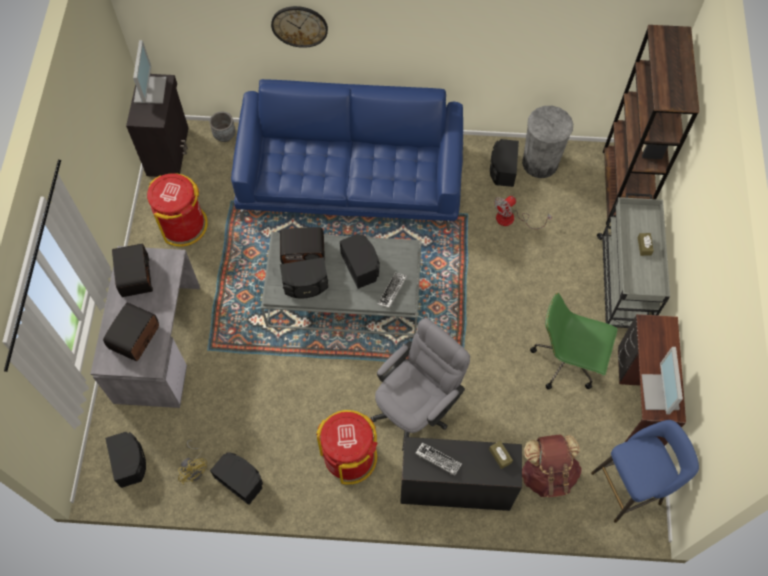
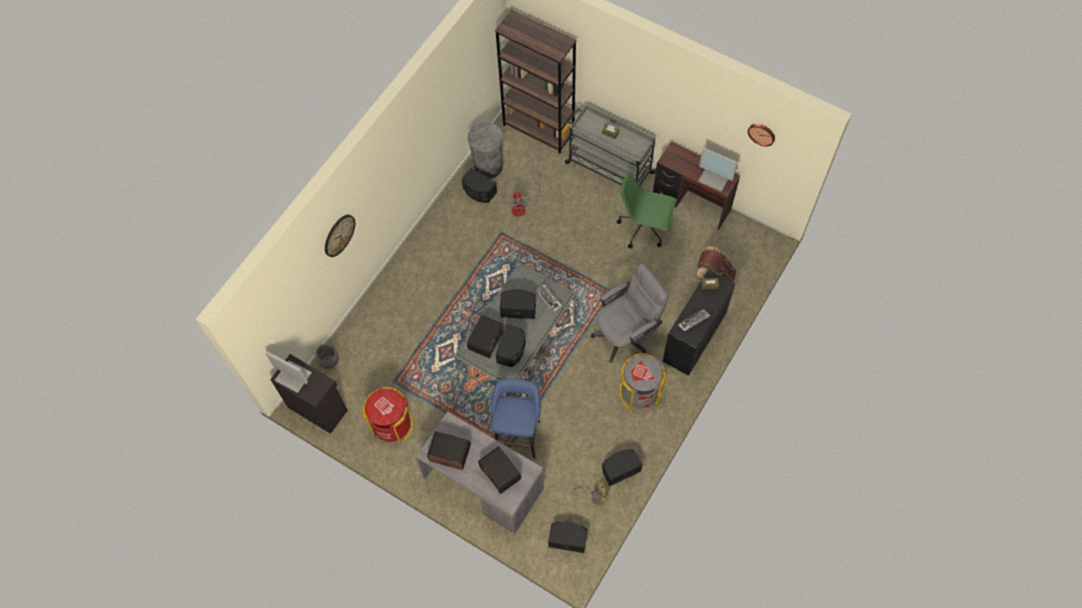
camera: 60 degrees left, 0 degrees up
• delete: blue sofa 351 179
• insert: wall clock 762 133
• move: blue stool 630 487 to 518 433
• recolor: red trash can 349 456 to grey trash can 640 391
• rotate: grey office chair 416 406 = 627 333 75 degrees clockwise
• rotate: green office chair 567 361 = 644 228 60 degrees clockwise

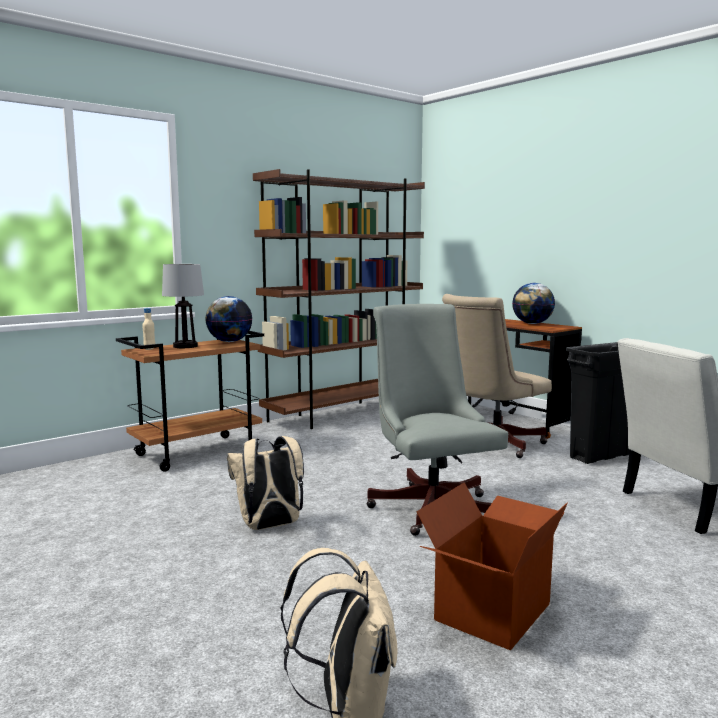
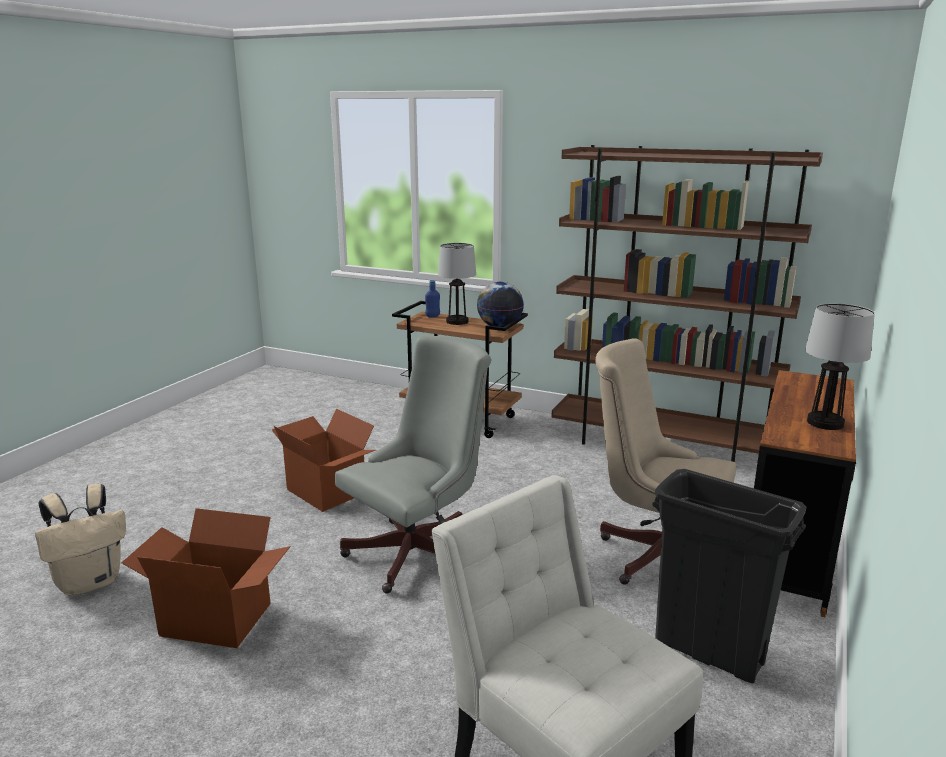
camera: 65 degrees right, 10 degrees up
• replace: beige backpack 269 526 to cardboard box 327 491
• replace: globe 532 323 to table lamp 824 423
• recolor: beige bottle 149 349 to blue bottle 432 316

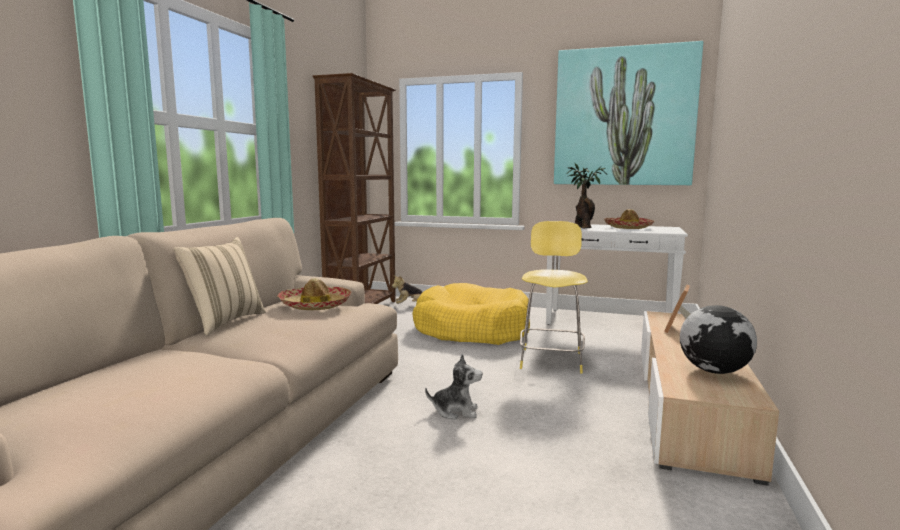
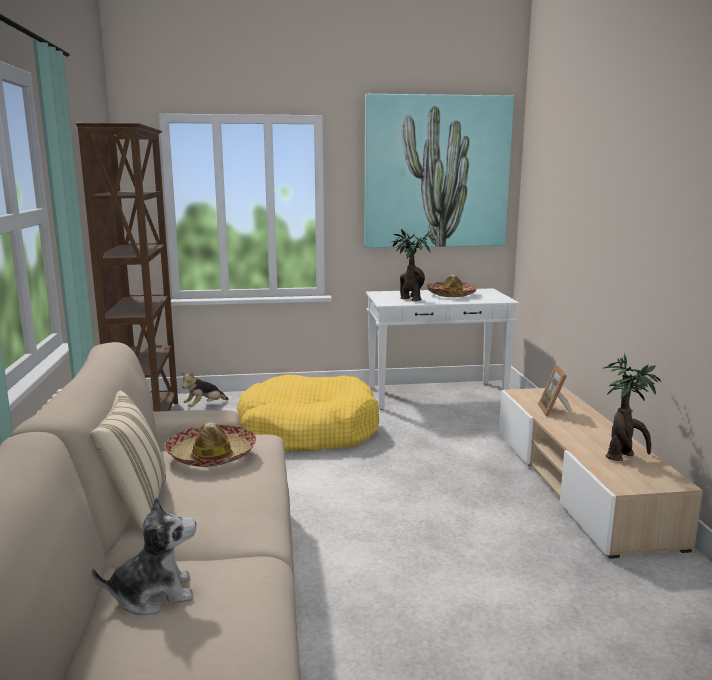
camera: 25 degrees left, 5 degrees up
• delete: yellow stool 551 359
• move: plush toy 455 411 to 153 594
• replace: globe 714 371 to potted plant 624 456

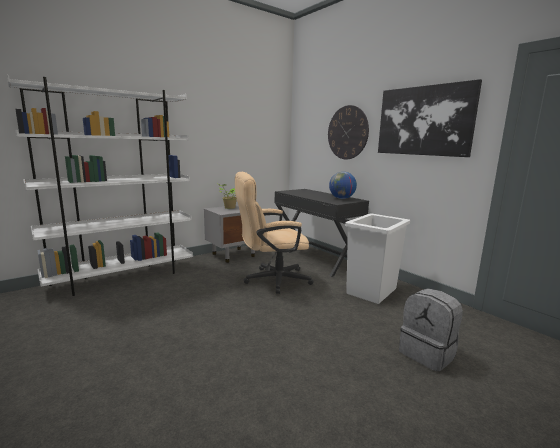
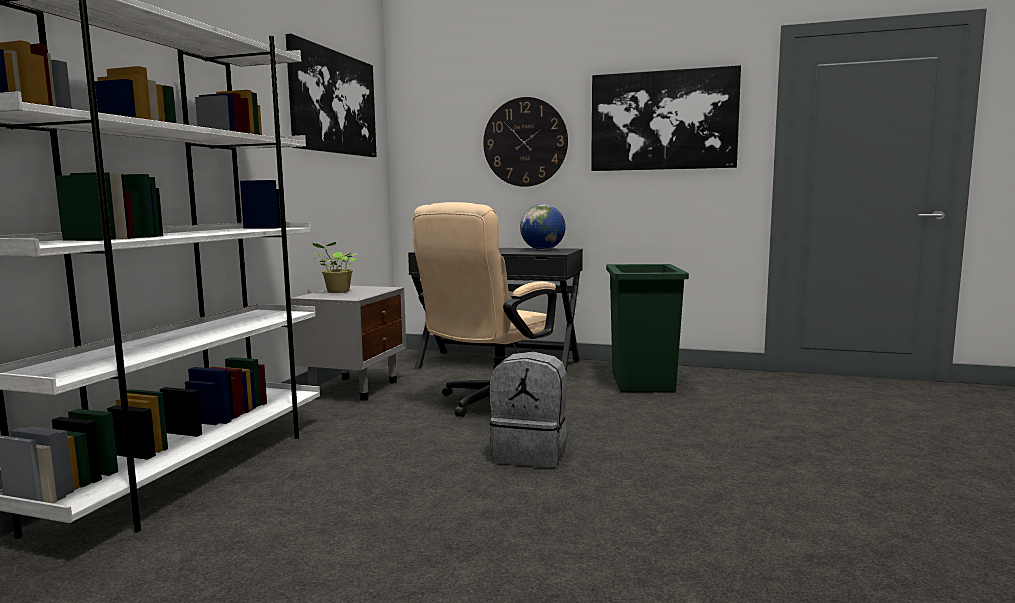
camera: 35 degrees left, 5 degrees down
• insert: picture 333 102
• move: grey backpack 428 354 to 531 453
• recolor: white trash can 372 291 to green trash can 643 381

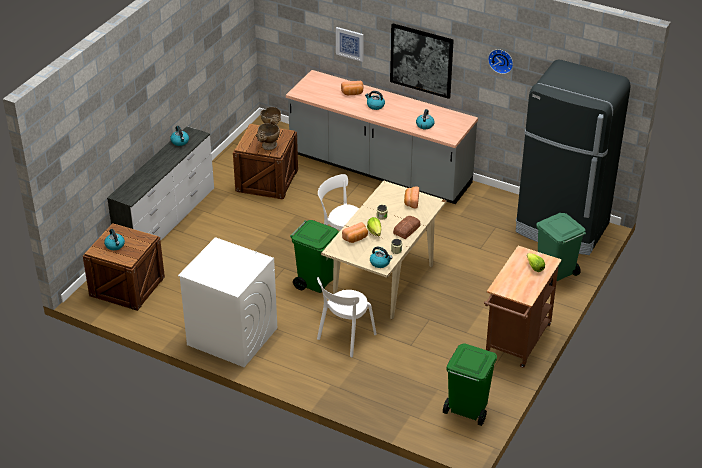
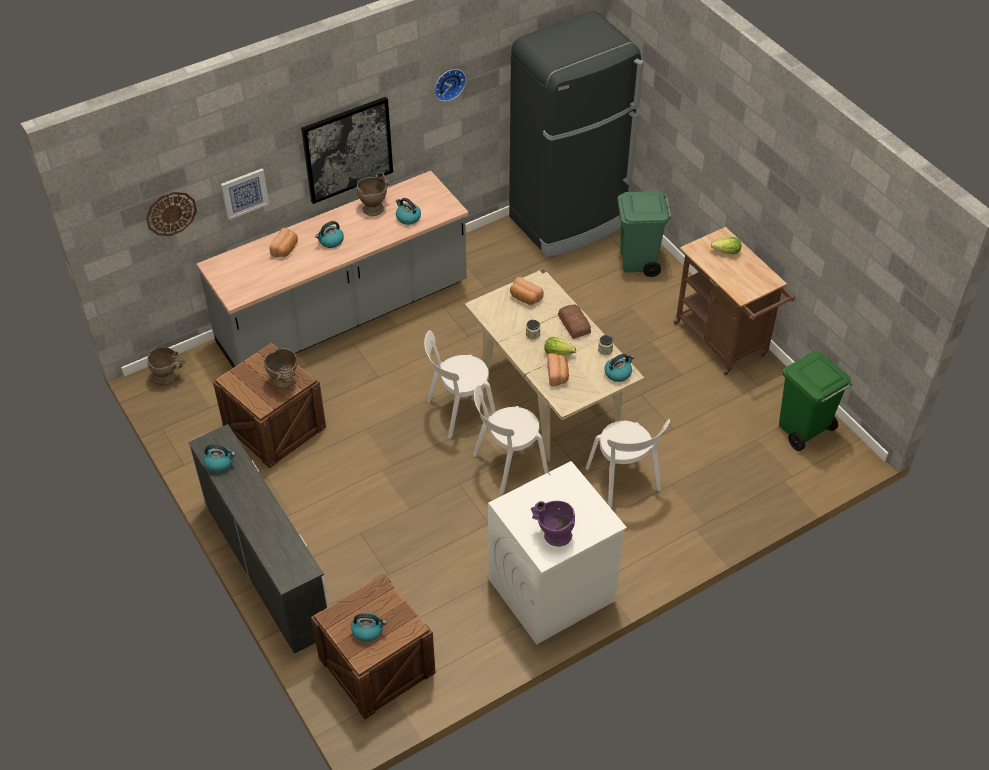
camera: 60 degrees left, 10 degrees up
• insert: wall clock 171 213
• insert: beige vase 375 207
• insert: purple vase 552 535
• replace: green trash can 316 282 to white chair 507 464

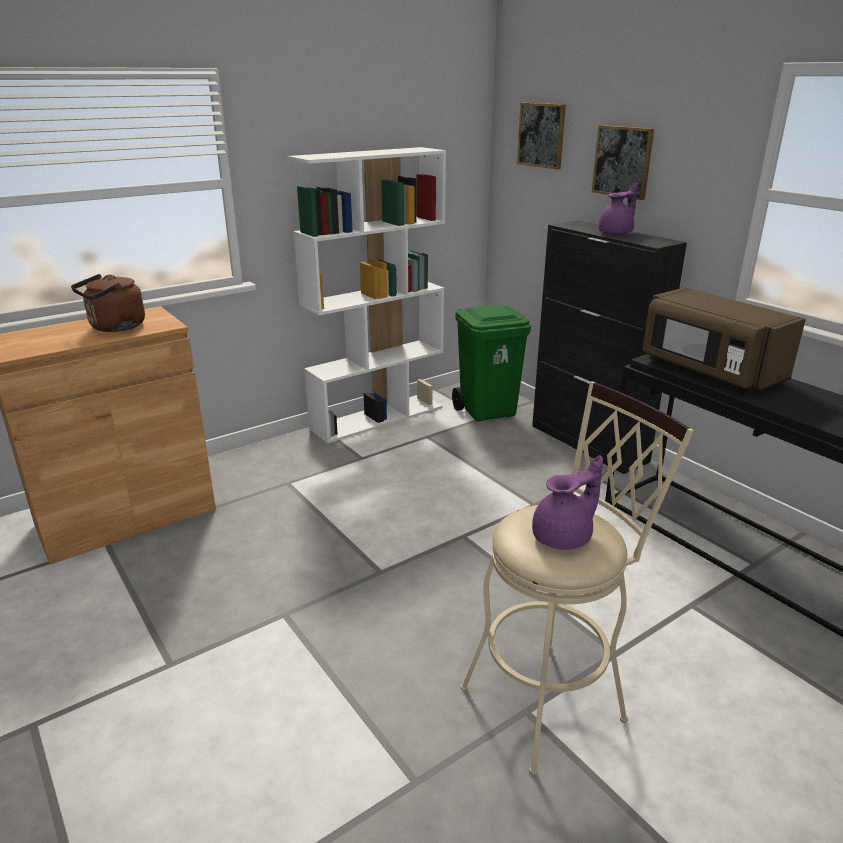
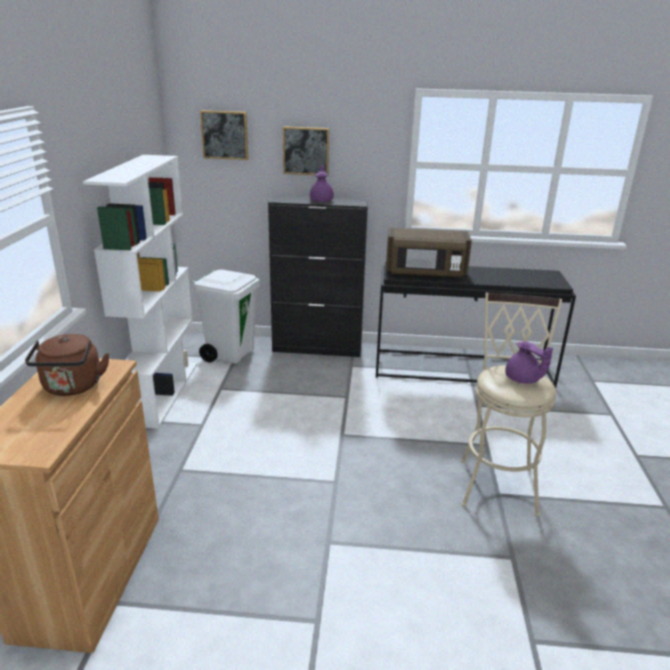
camera: 50 degrees left, 0 degrees up
• recolor: green trash can 488 411 to white trash can 230 354
• rotate: purple teapot 564 537 = 523 380 135 degrees clockwise

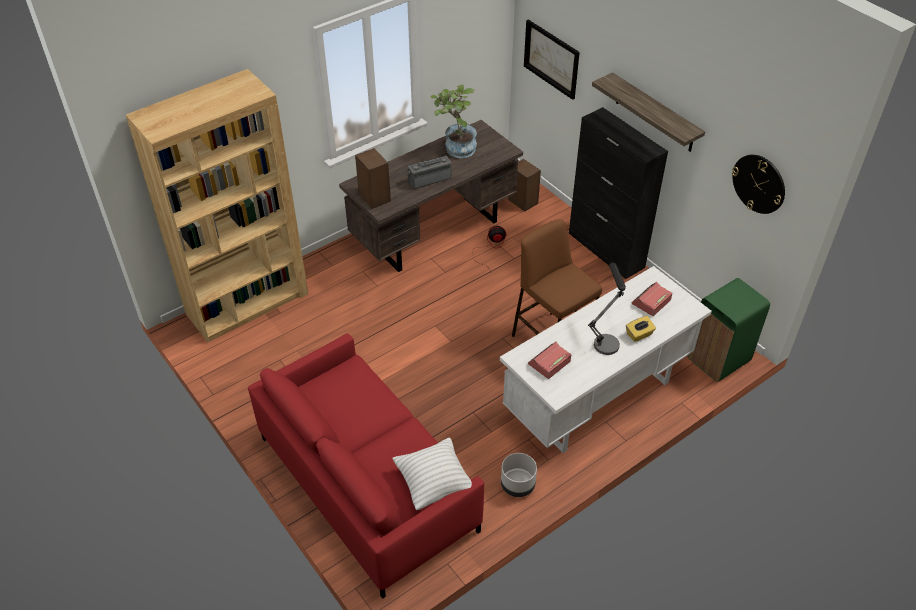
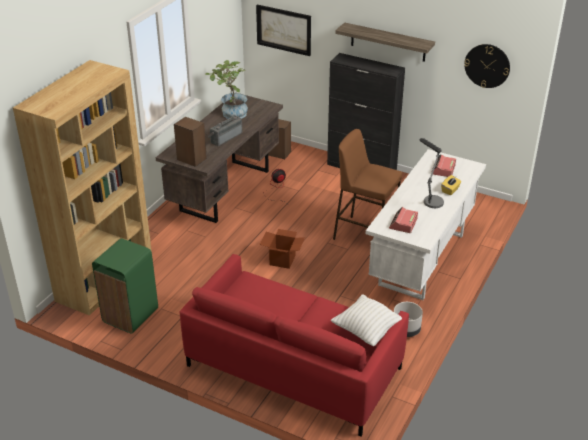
camera: 25 degrees left, 10 degrees down
• insert: cardboard box 282 260
• move: green trash can 717 359 to 130 315

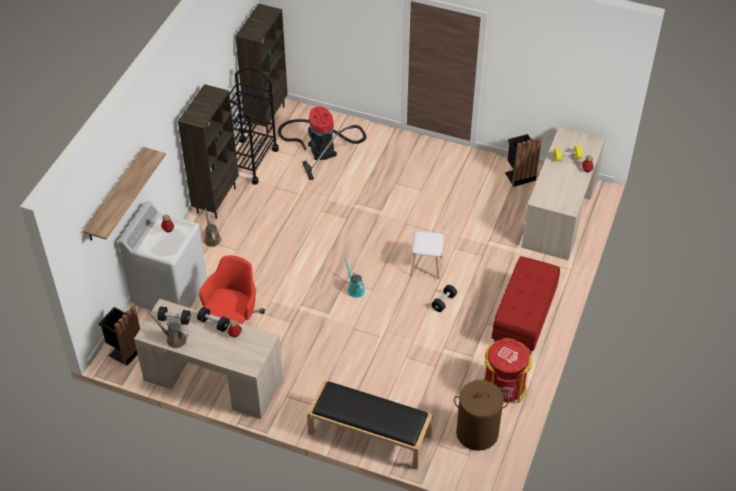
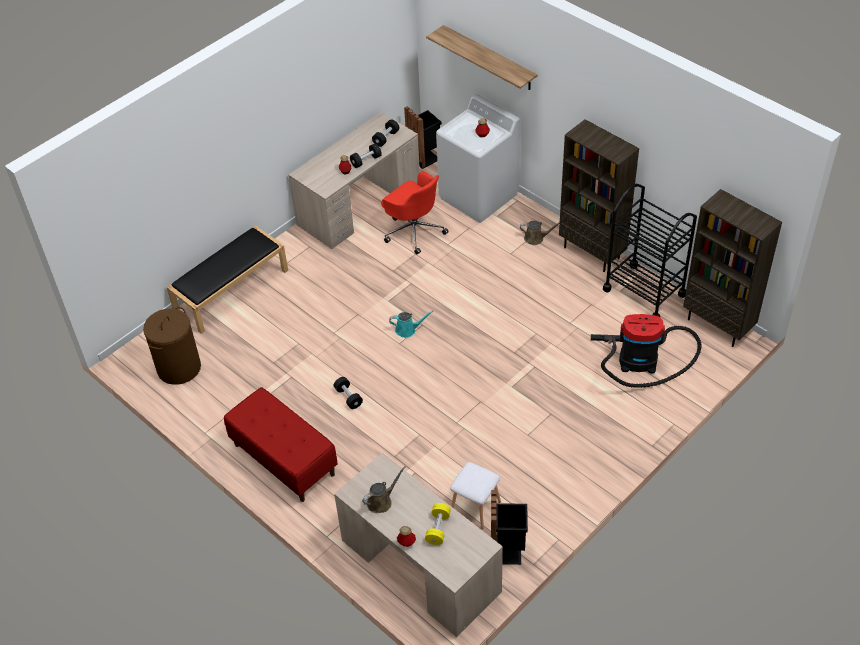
camera: 115 degrees right, 0 degrees up
• delete: red trash can 504 387
• move: brown watering can 174 339 to 381 501
• move: white stool 426 265 to 476 507

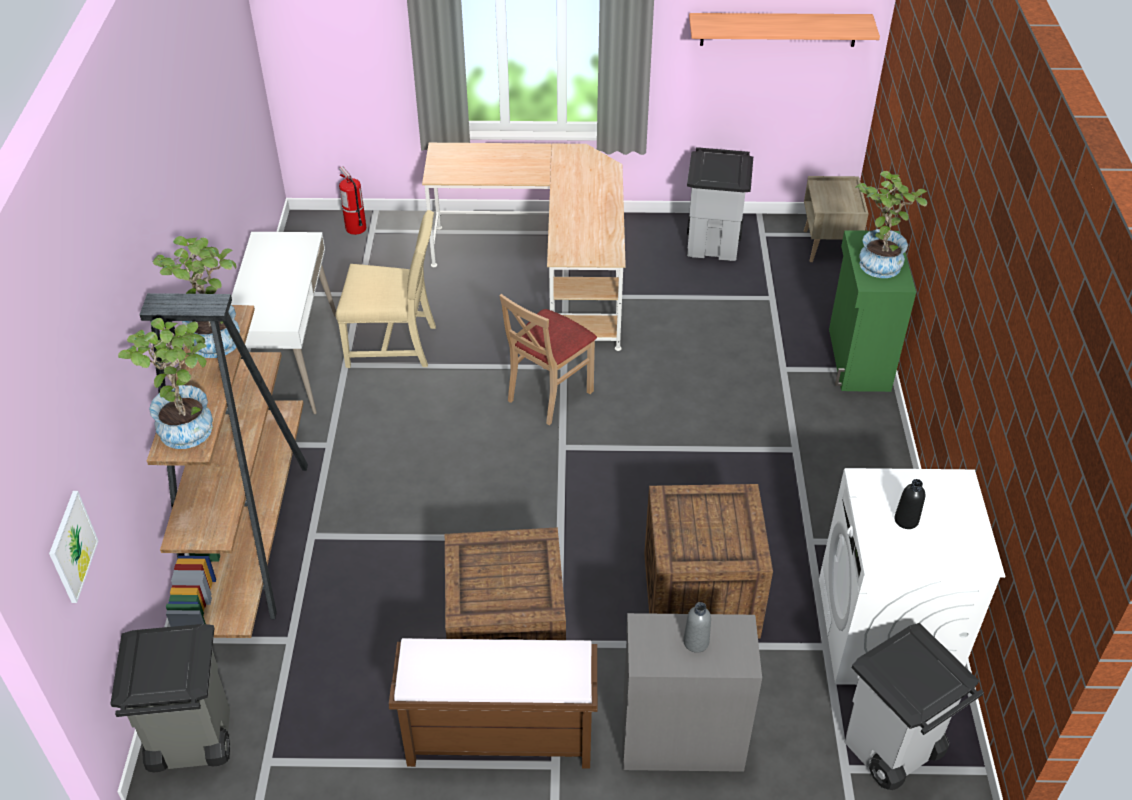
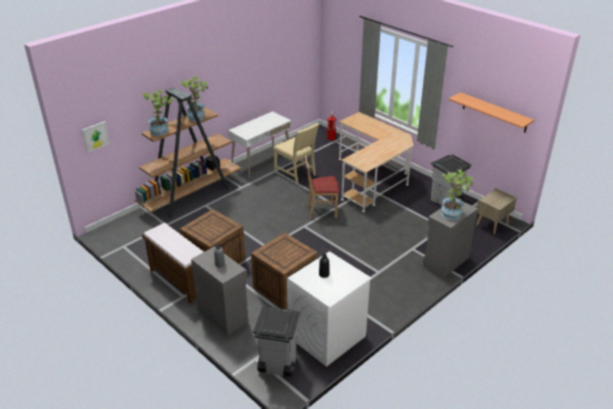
camera: 45 degrees right, 10 degrees down
• delete: grey trash can 190 742
• recolor: green cabinet 857 360 to grey cabinet 445 262

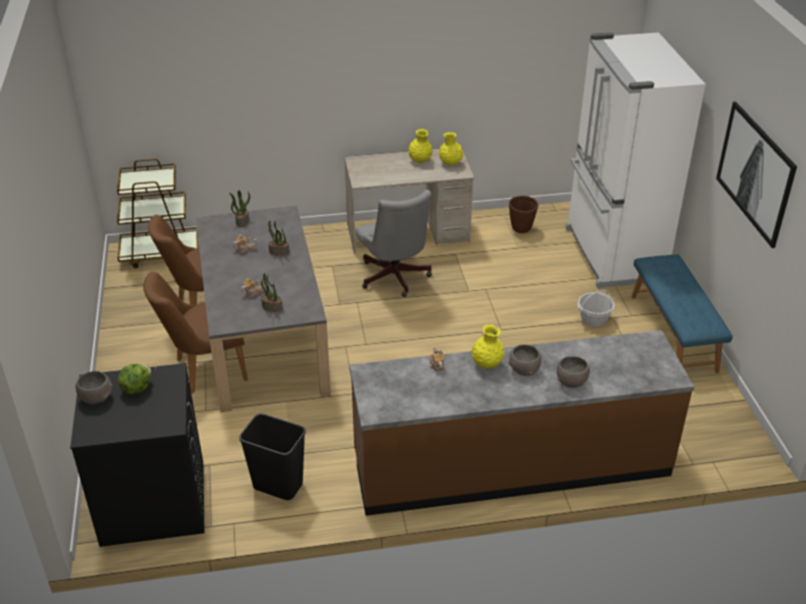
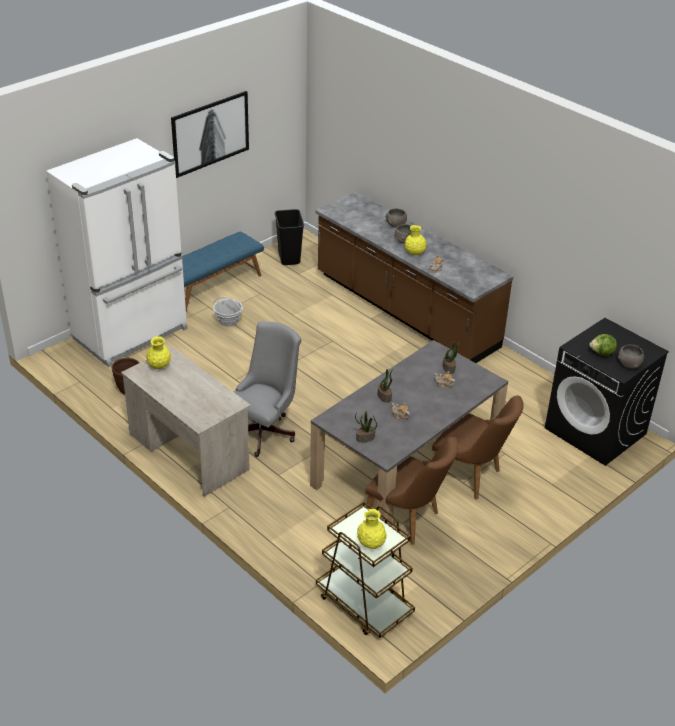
camera: 125 degrees left, 0 degrees up
• move: black trash can 277 486 to 289 258
• move: yellow vase 420 161 to 371 544

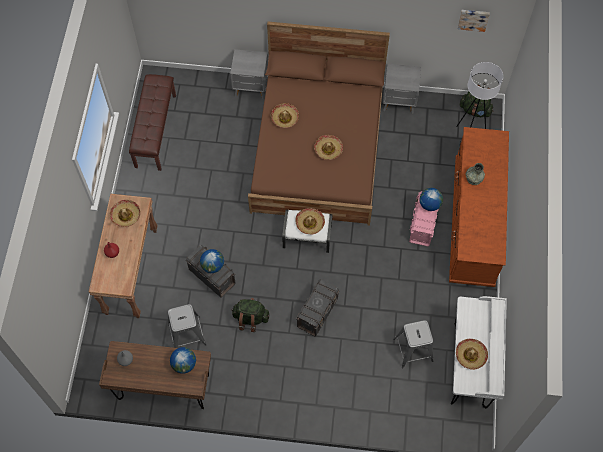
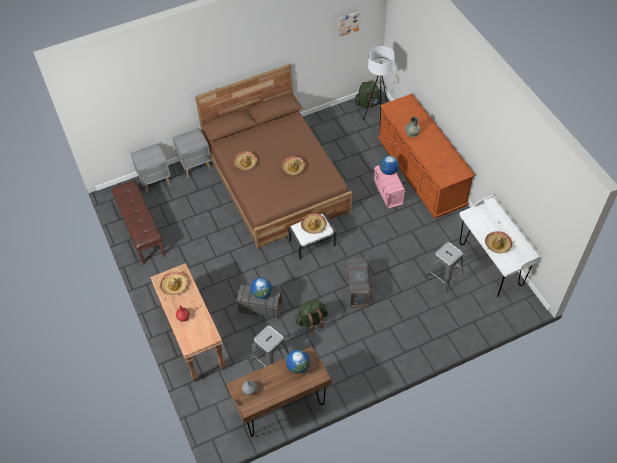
camera: 30 degrees left, 10 degrees down
• move: grey nightstand 399 102 to 155 181

